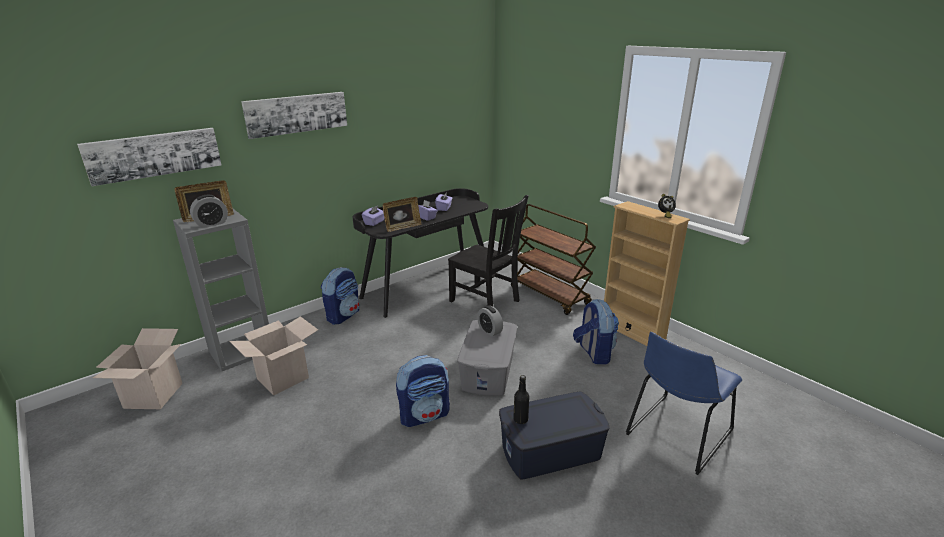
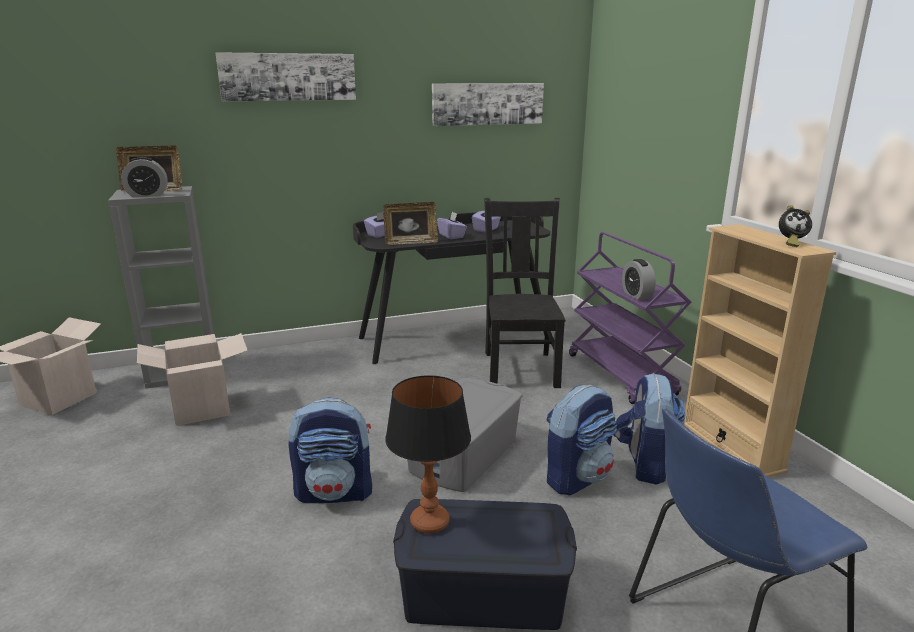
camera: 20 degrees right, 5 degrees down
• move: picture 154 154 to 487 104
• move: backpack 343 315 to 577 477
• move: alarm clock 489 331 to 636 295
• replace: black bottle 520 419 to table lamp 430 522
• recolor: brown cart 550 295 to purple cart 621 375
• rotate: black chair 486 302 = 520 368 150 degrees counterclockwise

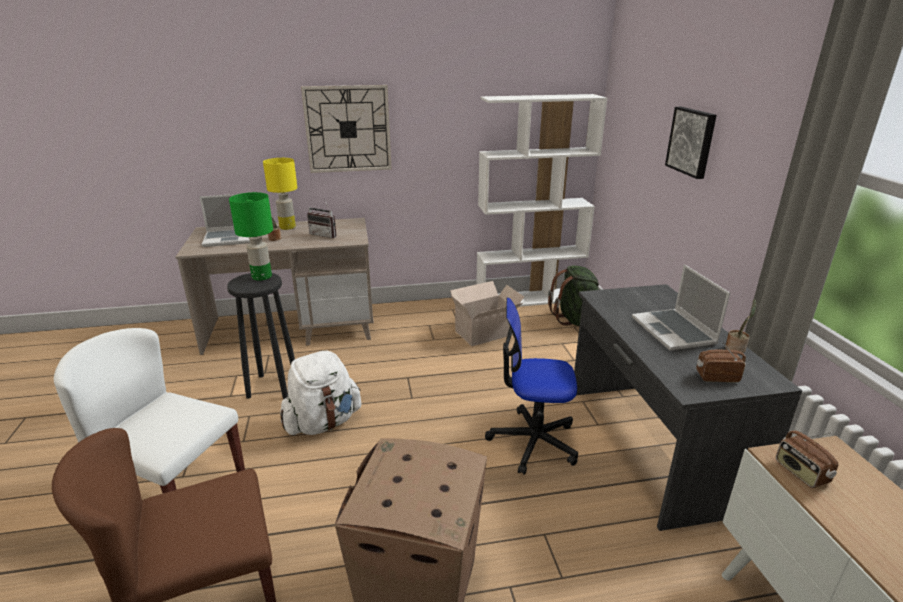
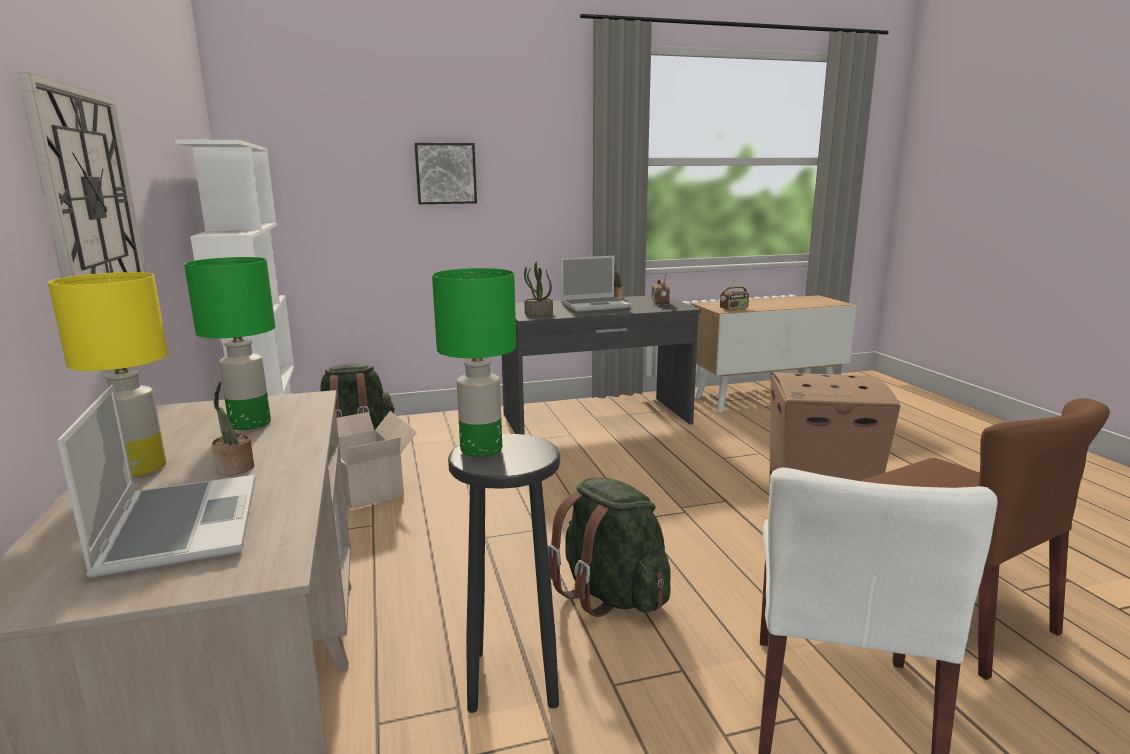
camera: 95 degrees left, 10 degrees down
• delete: office chair 533 441
• insert: potted plant 538 313
• replace: radio 325 235 to green table lamp 250 423
• recolor: white backpack 323 422 to green backpack 611 594

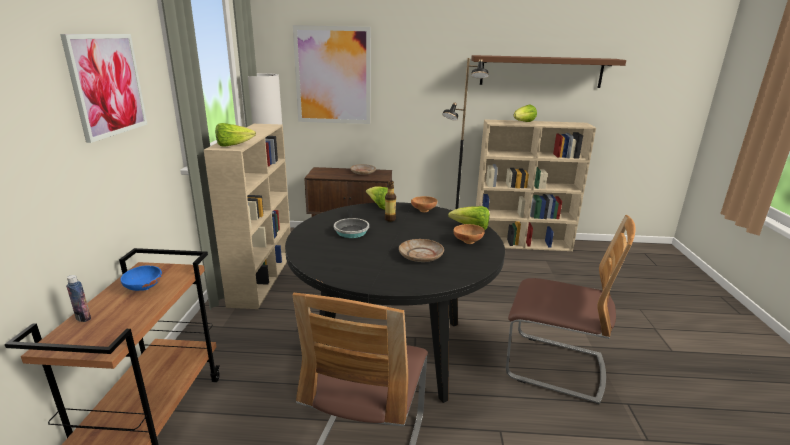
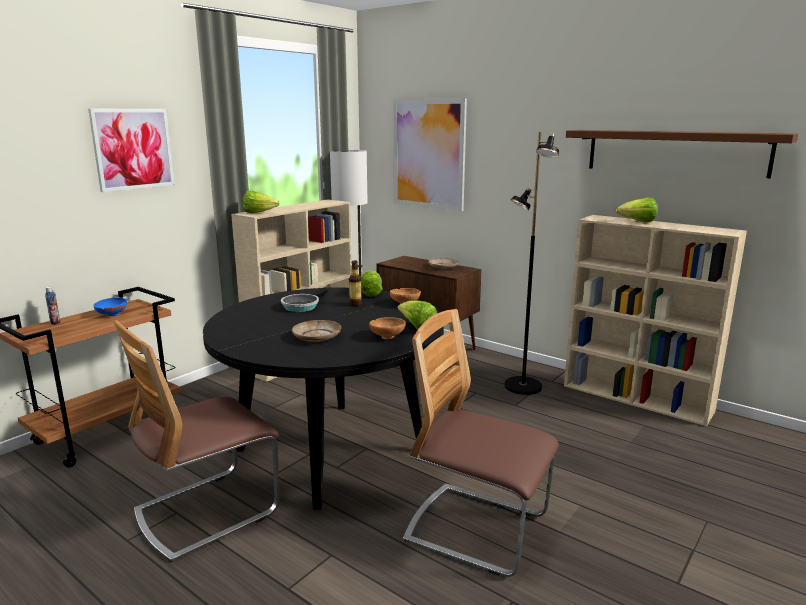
camera: 35 degrees right, 5 degrees down
• rotate: chair 554 366 = 476 529 150 degrees clockwise

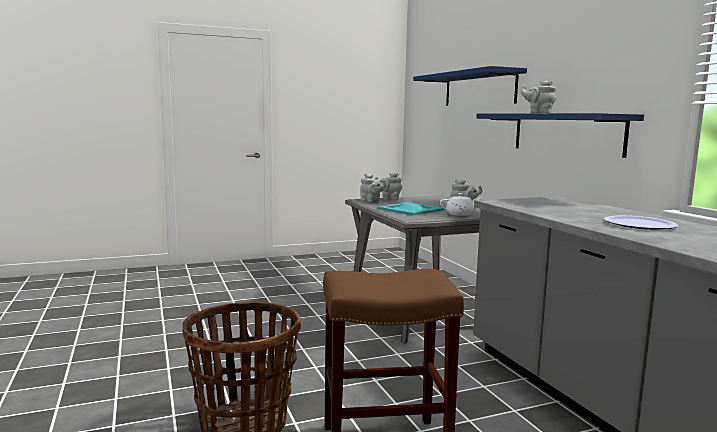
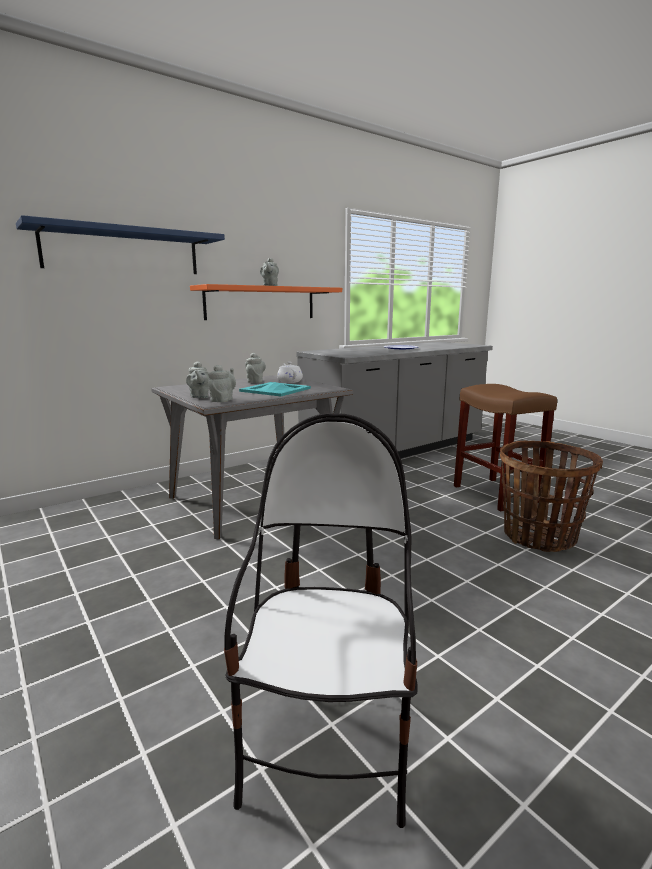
camera: 105 degrees left, 5 degrees up
• insert: chair 327 742
• recolor: blue shelf 566 133 to orange shelf 261 303

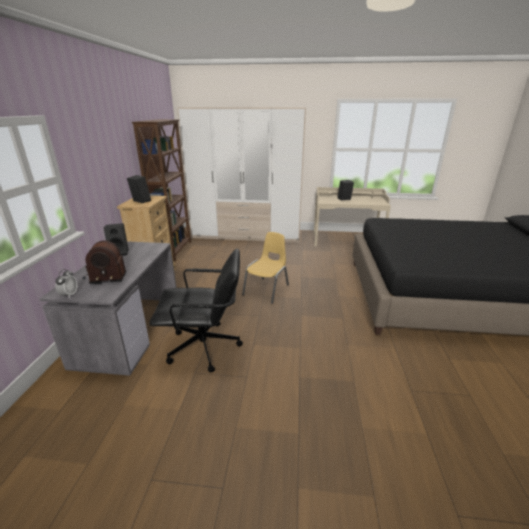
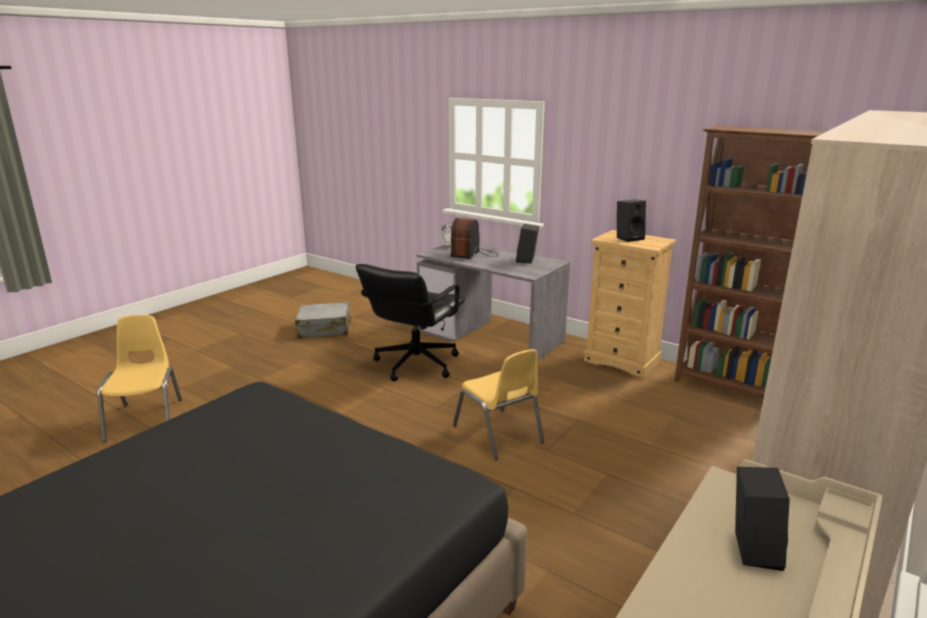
camera: 120 degrees right, 5 degrees down
• insert: yellow chair 146 419
• insert: grey suitcase 325 329

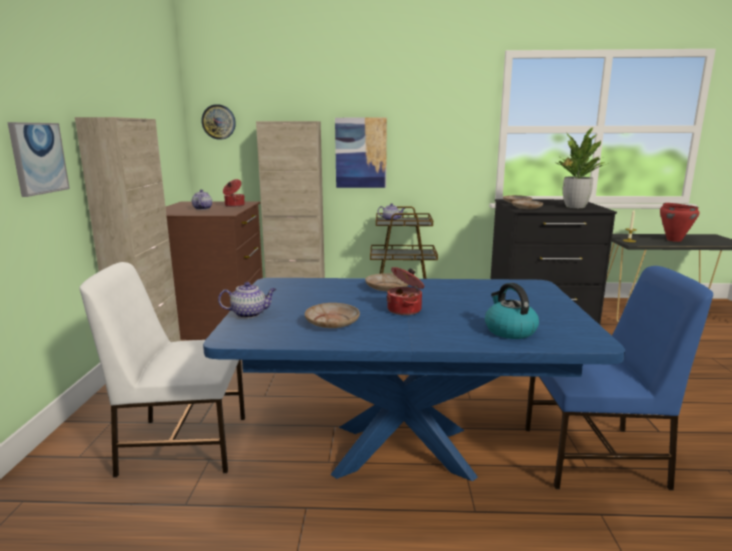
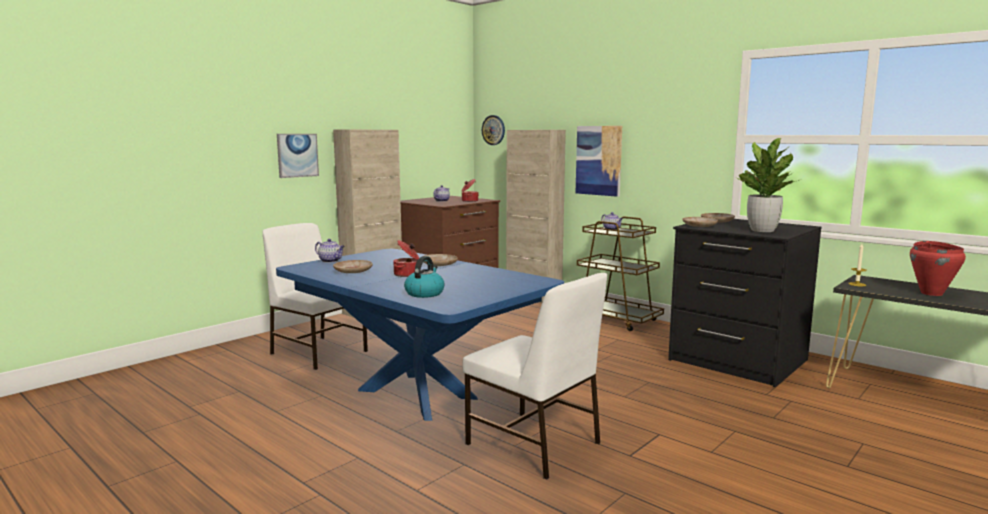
camera: 40 degrees right, 5 degrees down
• recolor: blue chair 596 457 to white chair 534 444

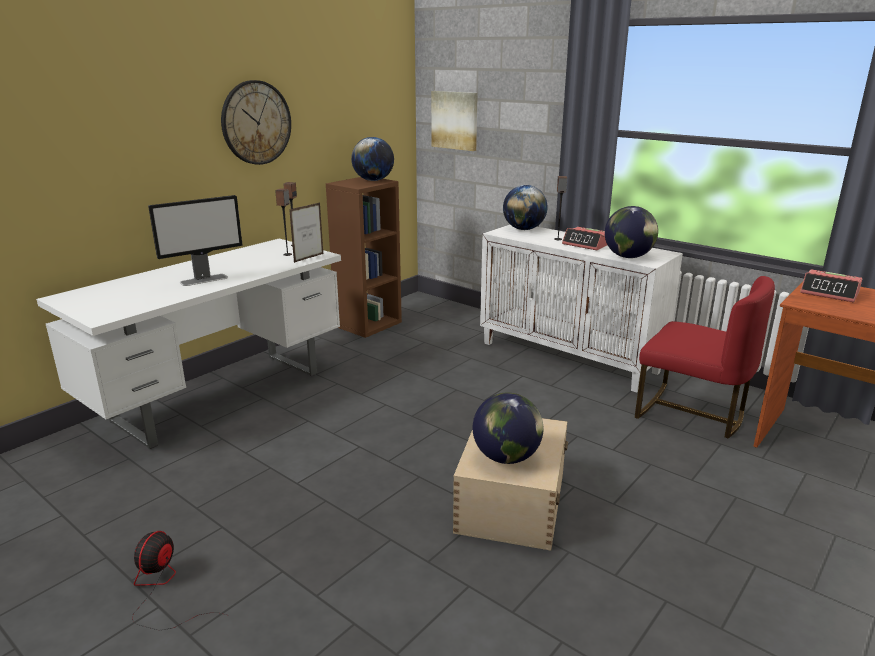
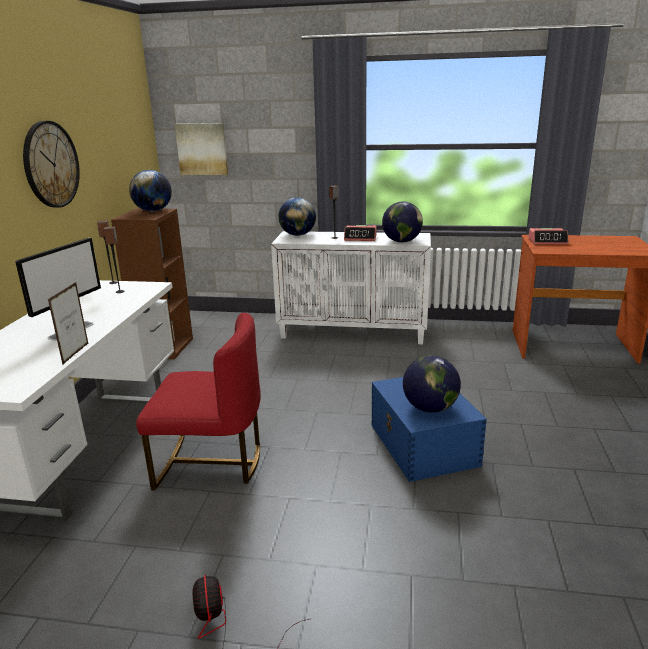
camera: 30 degrees left, 0 degrees up
• move: picture frame 309 258 to 76 353
• move: red chair 691 413 to 210 463
• recolor: beige storage box 510 502 to blue storage box 423 445

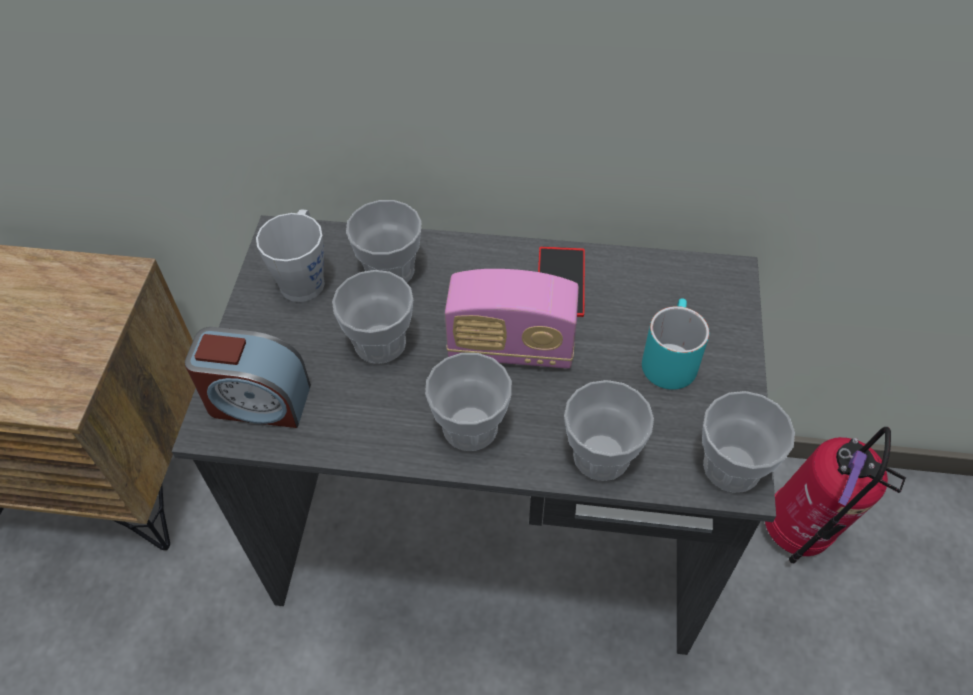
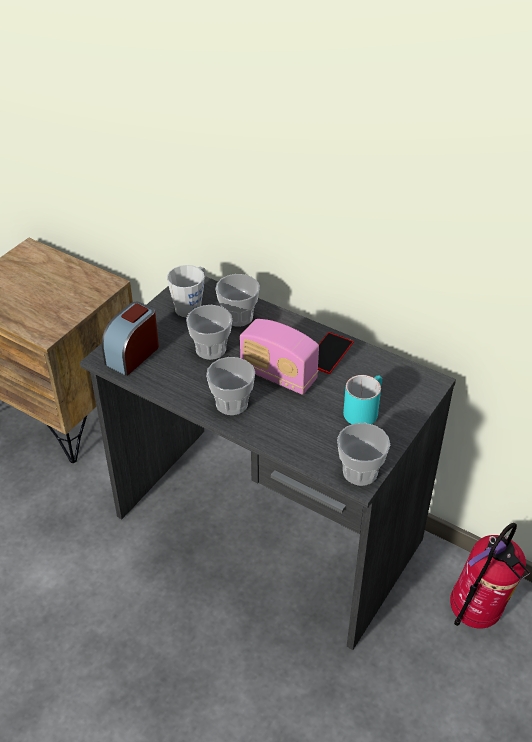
camera: 25 degrees right, 10 degrees down
• delete: cup 601 455
• rotate: alarm clock 257 401 = 133 354 90 degrees clockwise

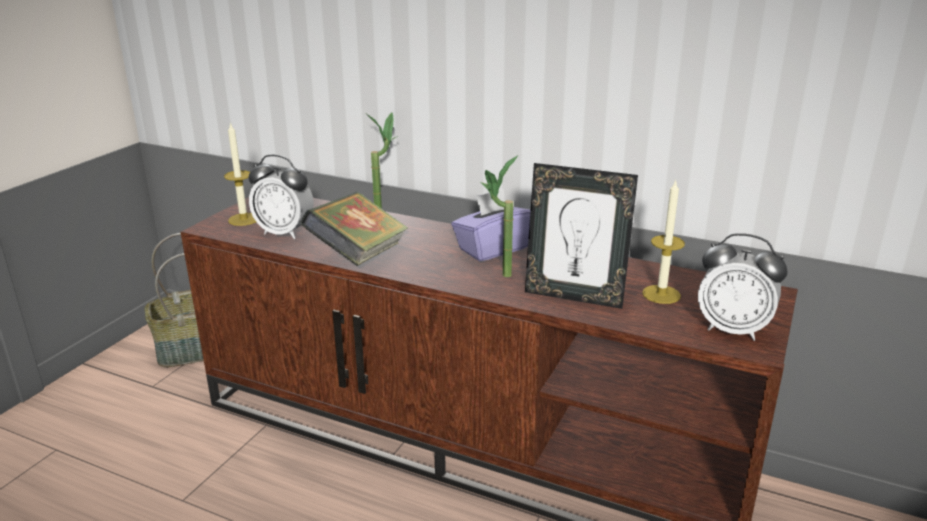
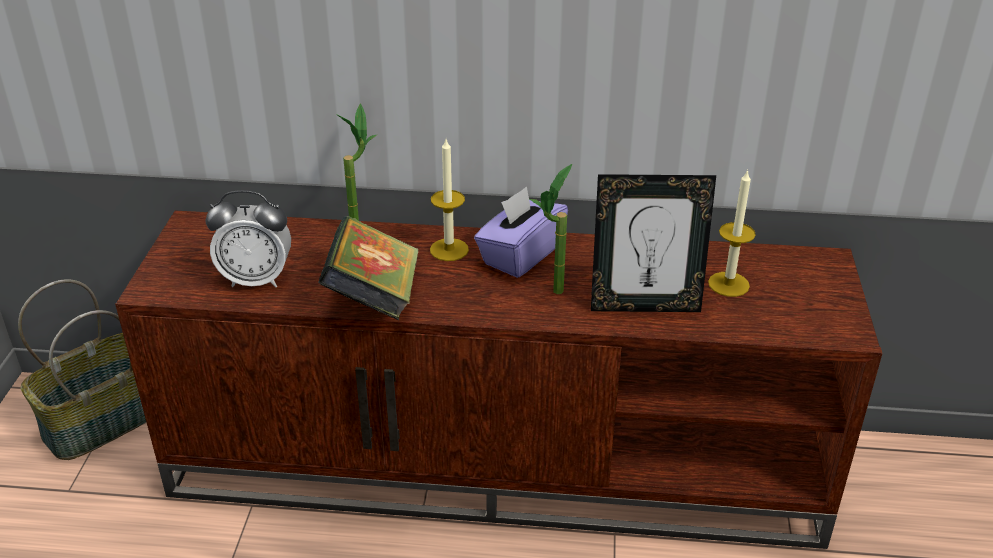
camera: 20 degrees left, 10 degrees up
• delete: alarm clock 733 329
• move: candle 244 219 to 449 249

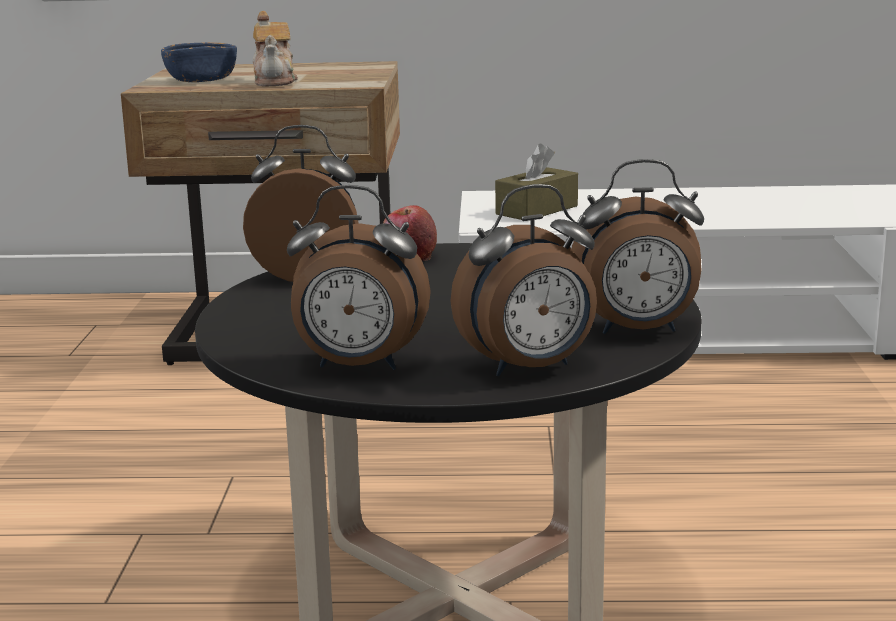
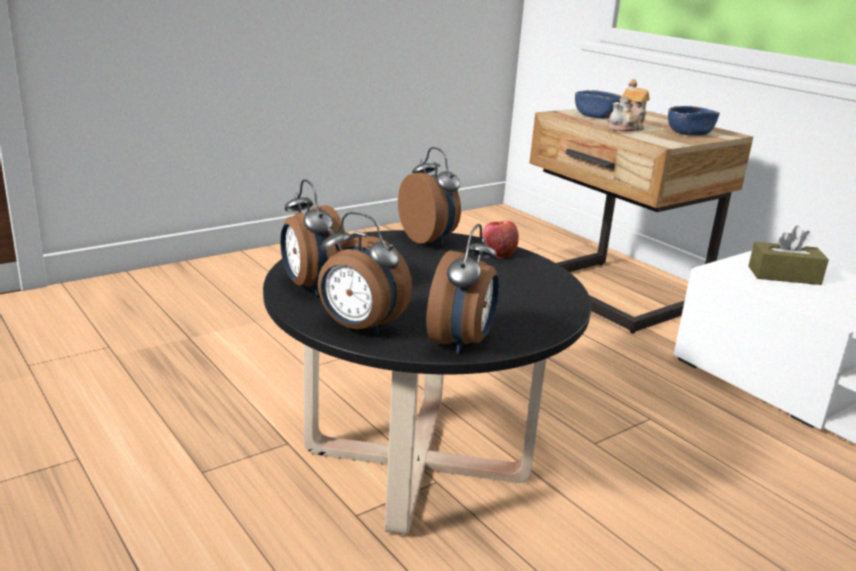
camera: 50 degrees right, 5 degrees up
• insert: blue bowl 689 133
• rotate: alarm clock 638 331 = 462 342 120 degrees counterclockwise

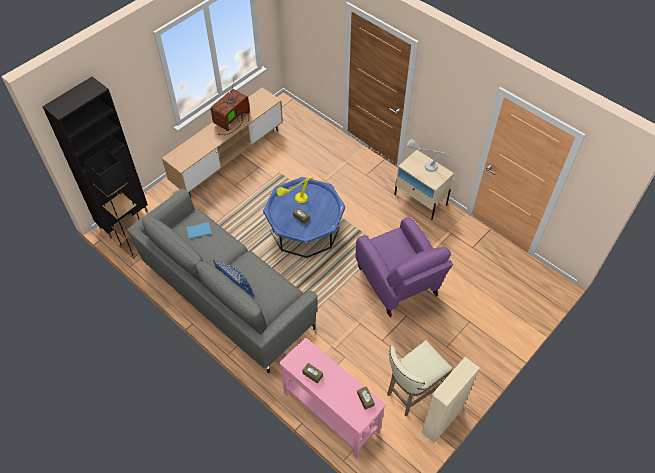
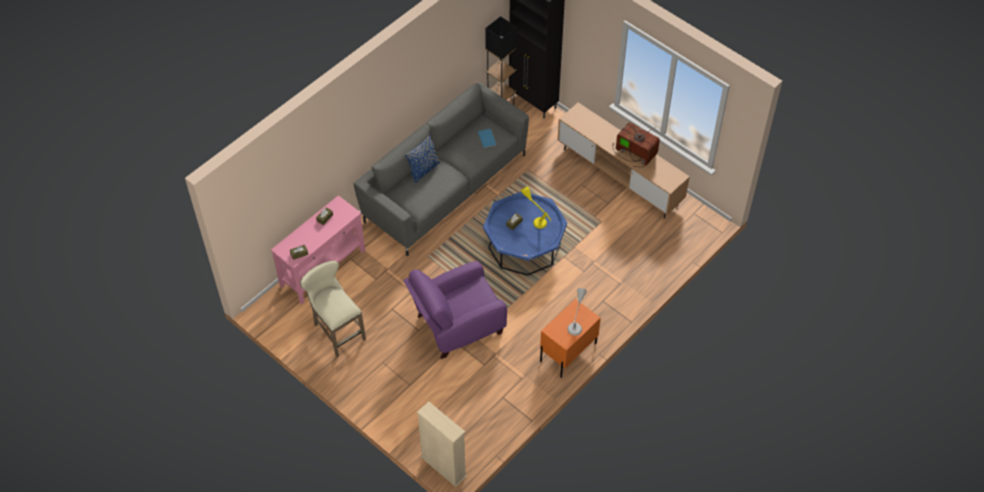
camera: 90 degrees right, 0 degrees up
• move: beige bookcase 441 421 to 443 467
• recolor: beige nightstand 420 200 to orange nightstand 568 352

